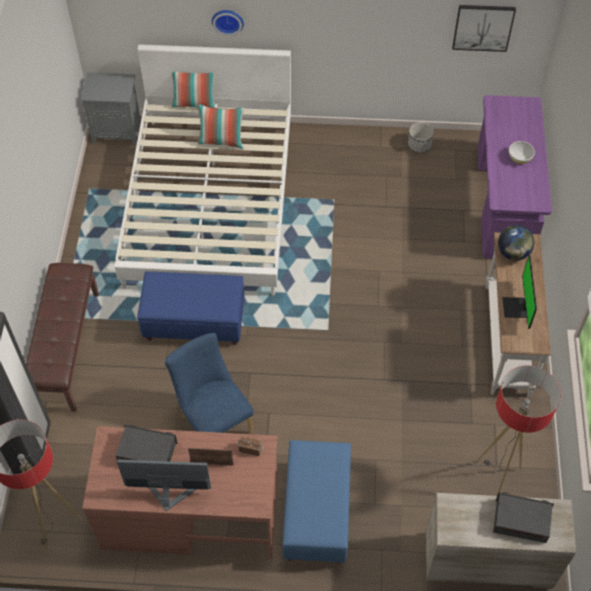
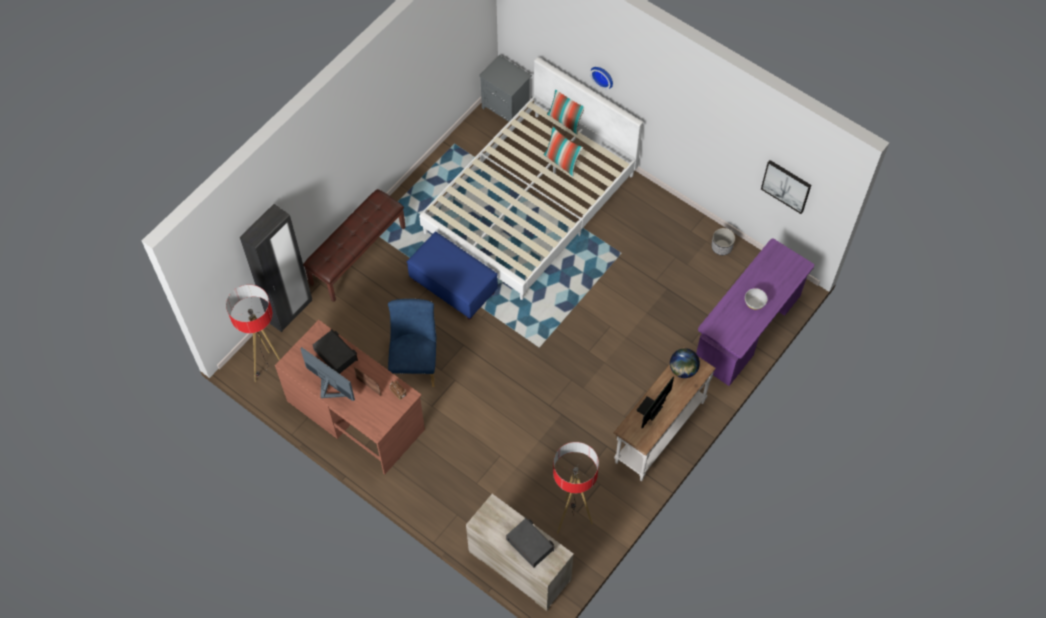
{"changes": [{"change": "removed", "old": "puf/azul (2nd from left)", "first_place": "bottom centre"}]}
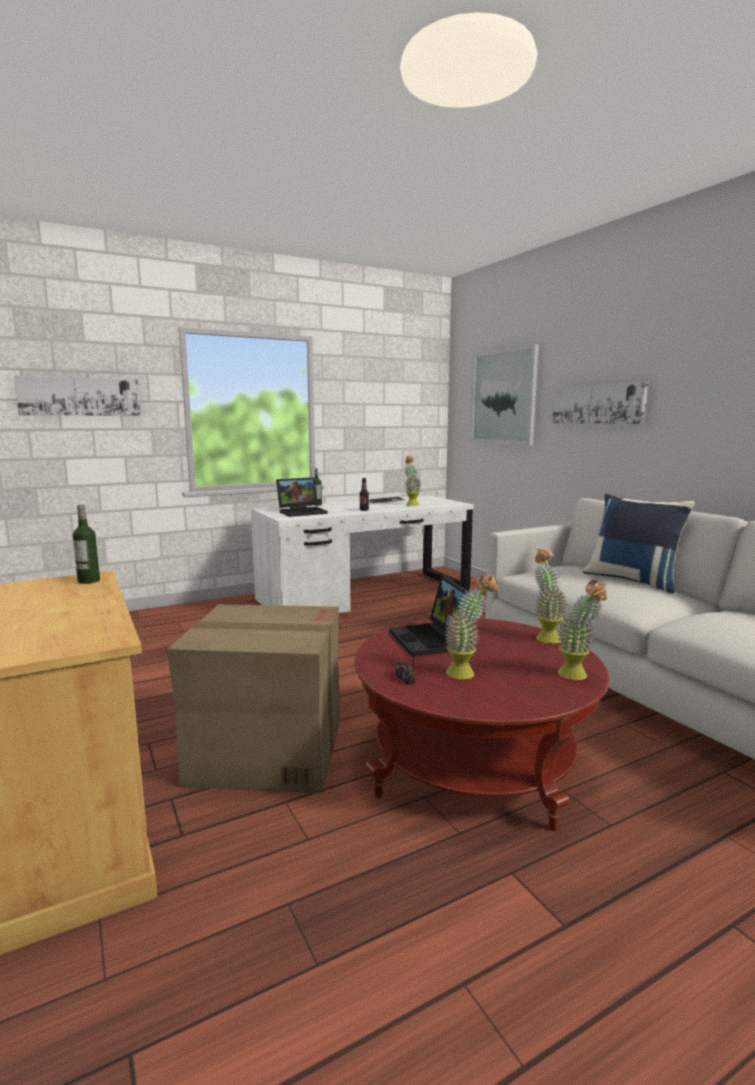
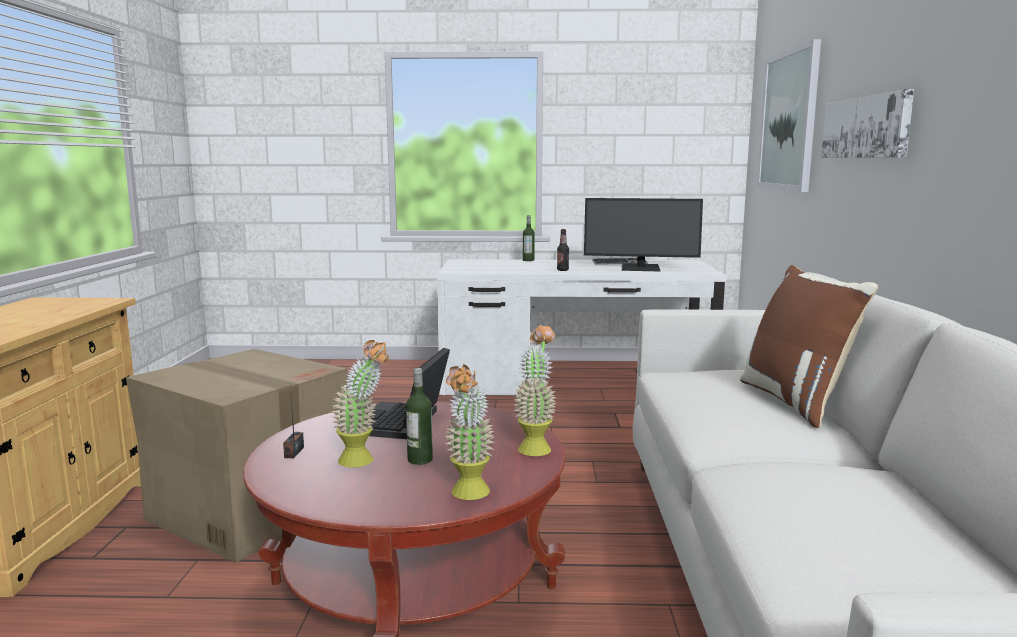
{"changes": [{"change": "removed", "old": "cuadro (1st from left)", "first_place": "middle left"}, {"change": "moved", "old": "botella (1st from left)", "first_place": "middle left", "second_place": "centre"}, {"change": "removed", "old": "portátil (1st from left)", "first_place": "centre"}, {"change": "replaced", "old": "planta en maceta (1st from left)", "new": "monitor", "first_place": "centre", "second_place": "centre"}, {"change": "recoloured", "old": "cojín/azul", "new": "cojín/marrón", "first_place": "middle right", "second_place": "middle right"}]}
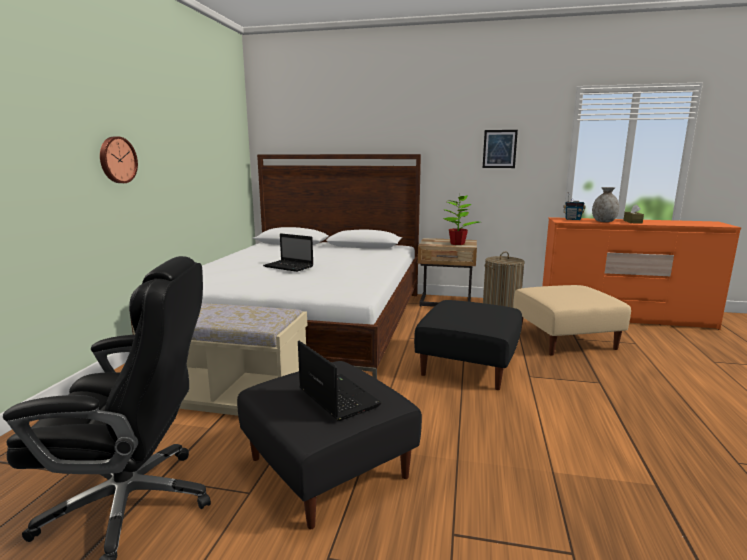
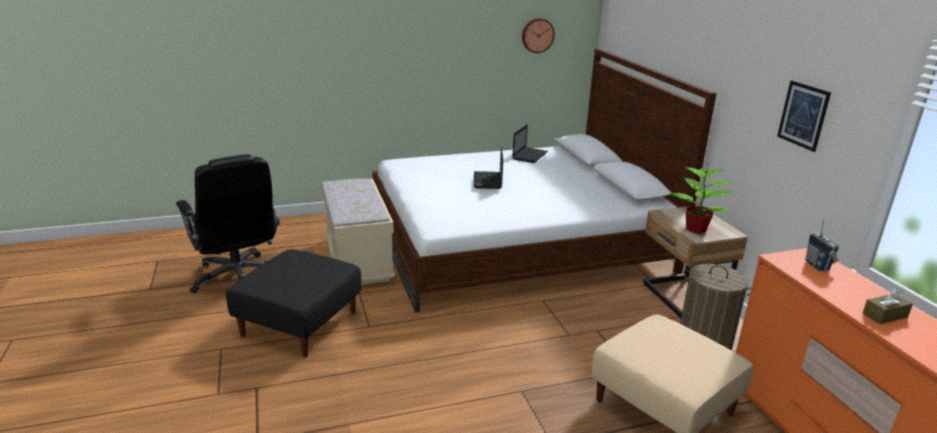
{"changes": [{"change": "moved", "old": "reloj de pared", "first_place": "top left", "second_place": "top centre"}, {"change": "moved", "old": "portátil (2nd from left)", "first_place": "bottom centre", "second_place": "top centre"}, {"change": "removed", "old": "puf/negro (2nd from left)", "first_place": "centre"}, {"change": "removed", "old": "florero/gris", "first_place": "middle right"}]}
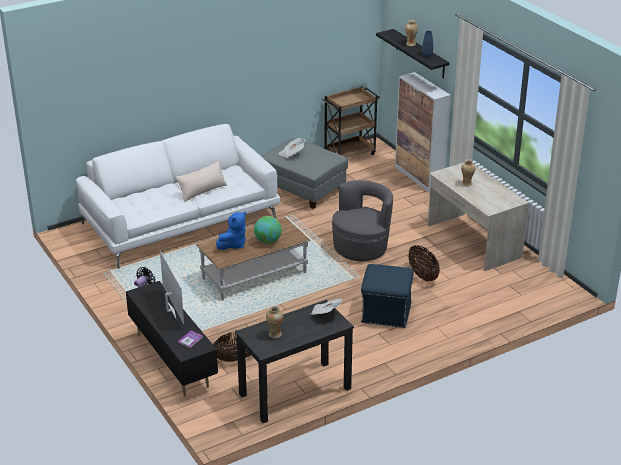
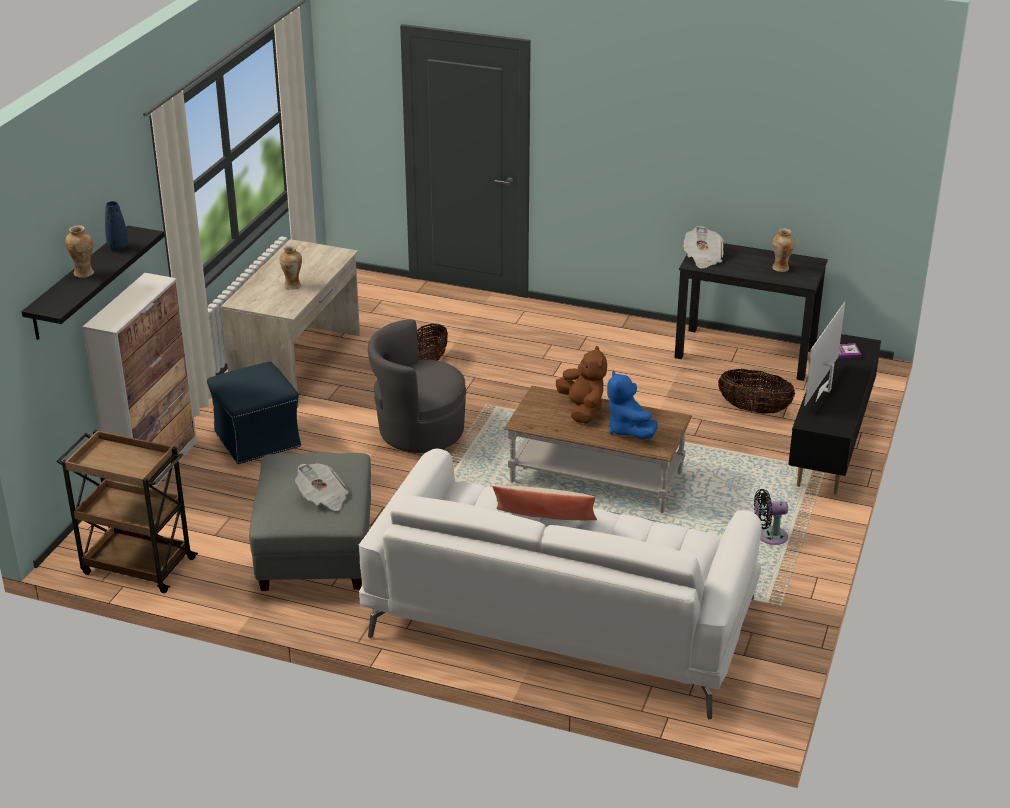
{"changes": [{"change": "turned", "old": "peluche/azul", "first_place": "centre", "second_place": "centre", "degrees": -105}, {"change": "replaced", "old": "globo terráqueo", "new": "peluche/marrón", "first_place": "centre", "second_place": "centre"}, {"change": "moved", "old": "puf/azul", "first_place": "centre", "second_place": "middle left"}]}
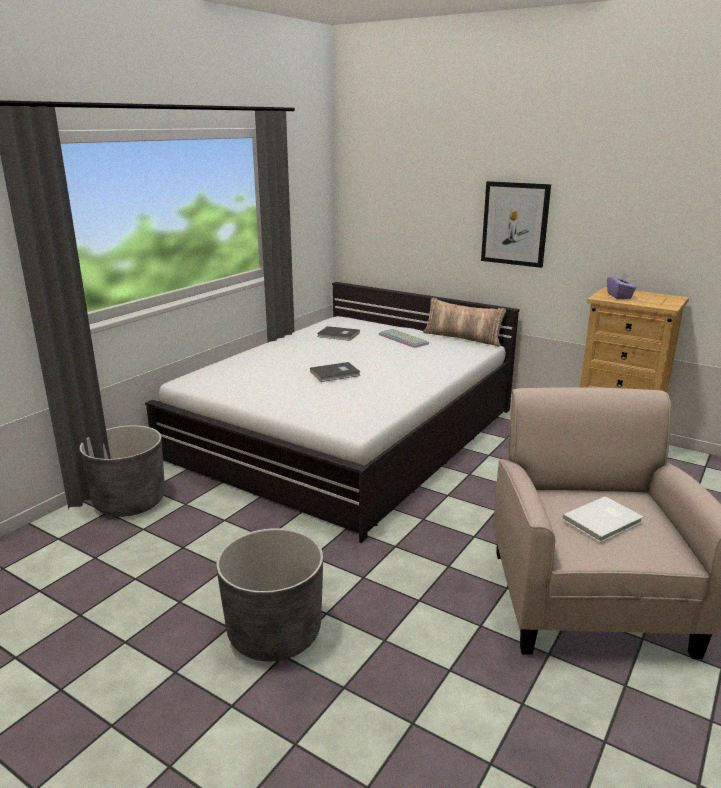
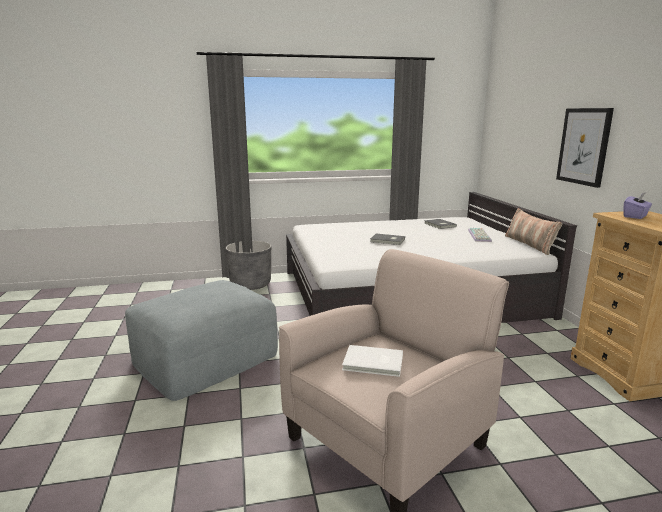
{"changes": [{"change": "replaced", "old": "maceta/gris (2nd from left)", "new": "puf/gris", "first_place": "bottom centre", "second_place": "middle left"}]}
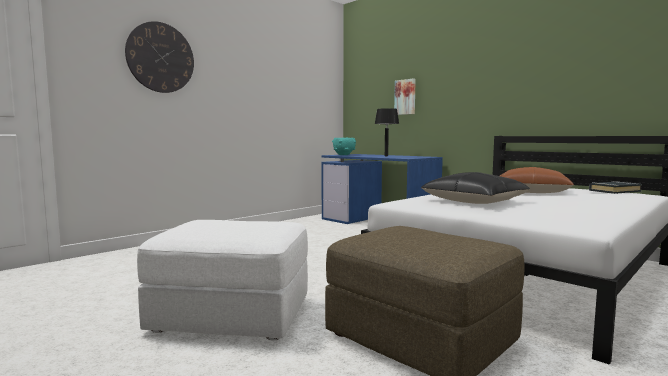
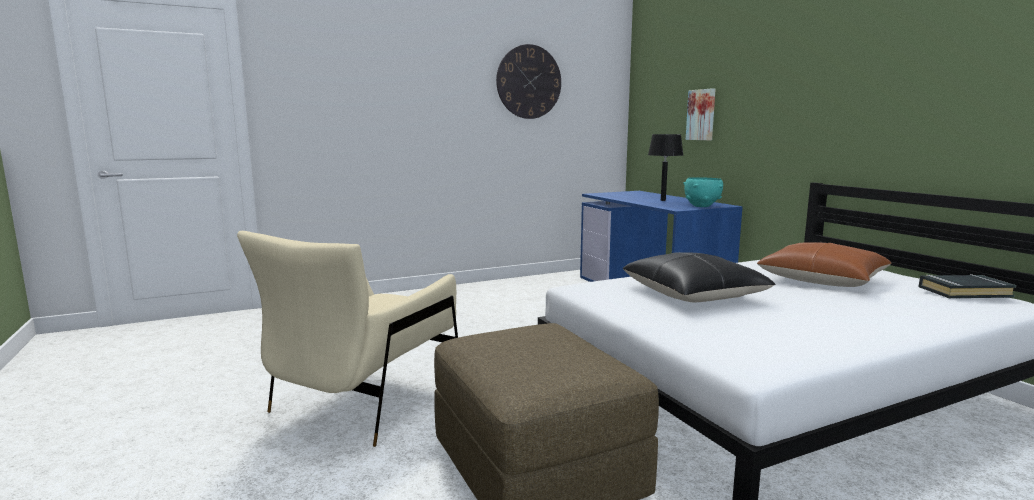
{"changes": [{"change": "moved", "old": "reloj de pared", "first_place": "top left", "second_place": "top centre"}, {"change": "replaced", "old": "puf/blanco", "new": "sillón/beis", "first_place": "bottom left", "second_place": "bottom centre"}, {"change": "moved", "old": "cuenco/turquesa", "first_place": "centre", "second_place": "middle right"}]}
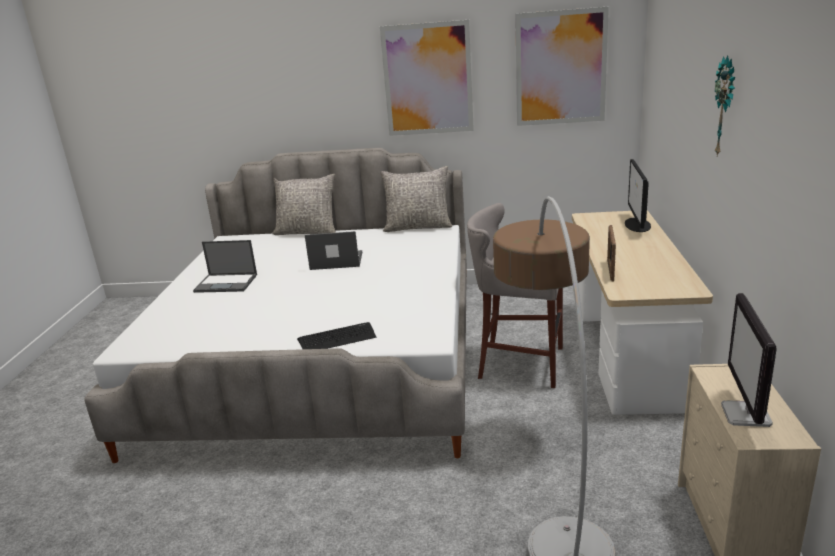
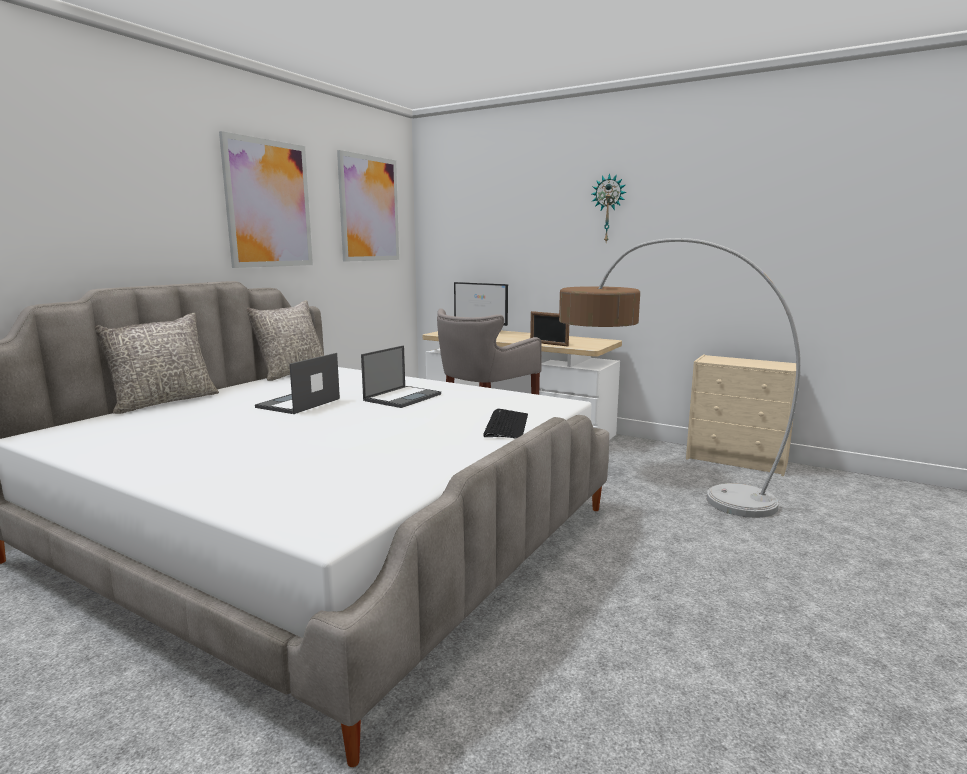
{"changes": [{"change": "moved", "old": "portátil (1st from left in the first image)", "new": "portátil (2nd from left)", "first_place": "middle left", "second_place": "centre"}, {"change": "removed", "old": "monitor (2nd from left)", "first_place": "middle right"}]}
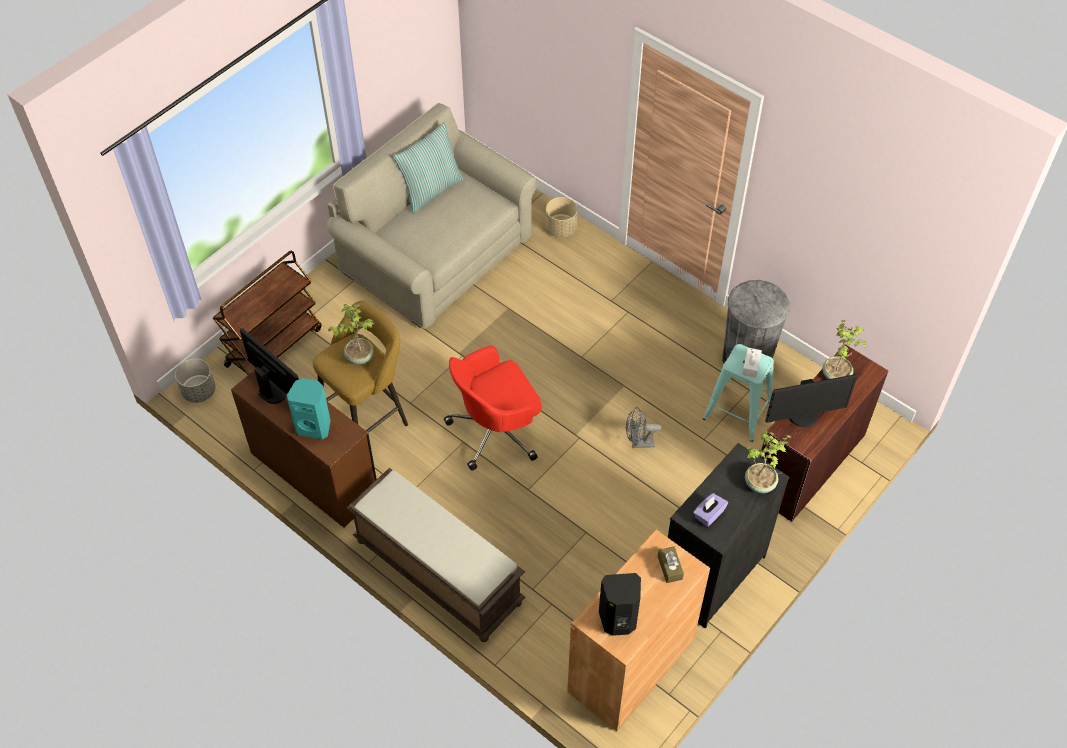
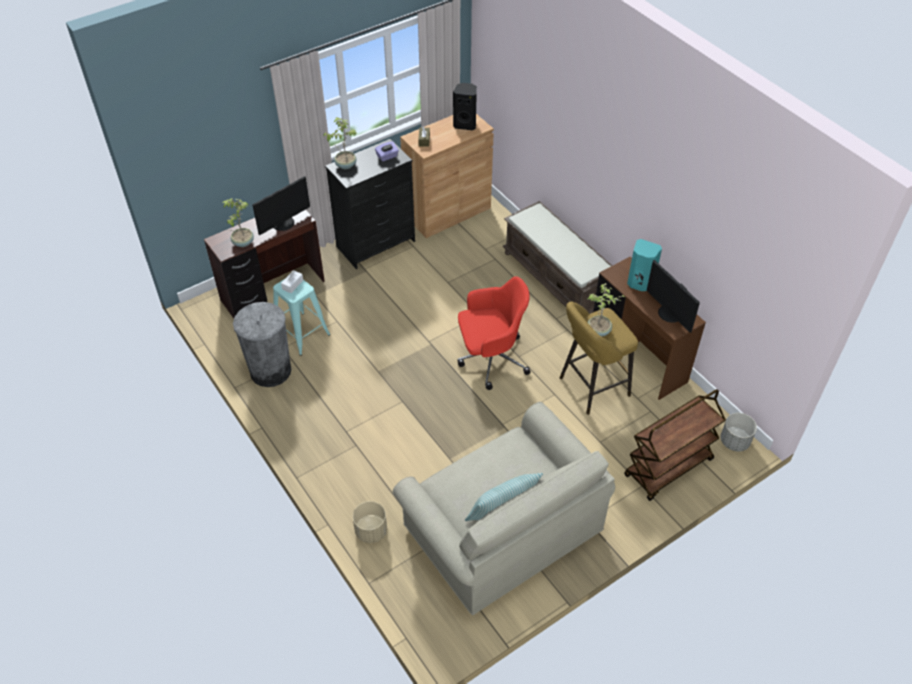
{"changes": [{"change": "removed", "old": "ventilador/gris", "first_place": "centre"}, {"change": "turned", "old": "monitor (2nd from left in the first image)", "first_place": "middle right", "second_place": "top left", "degrees": 135}]}
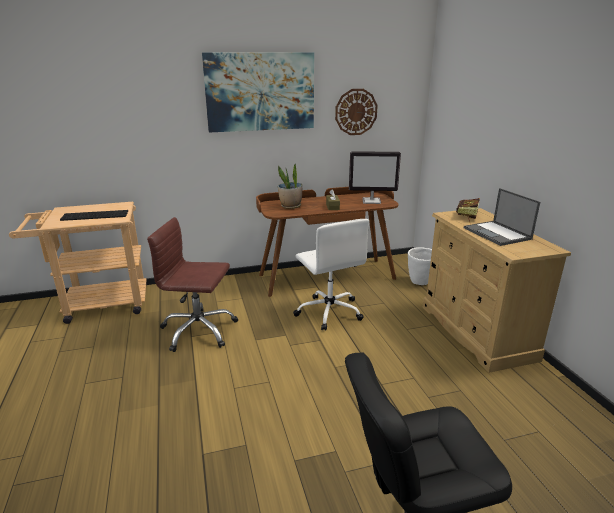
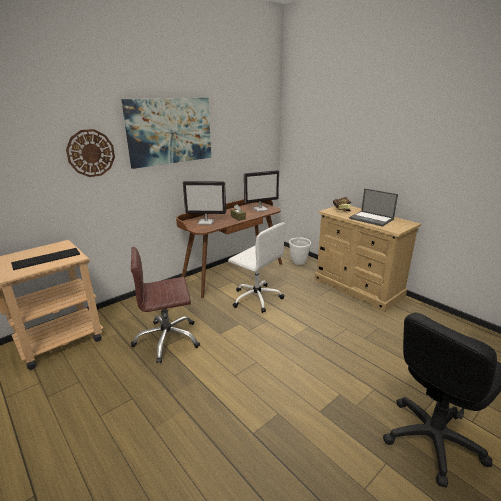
{"changes": [{"change": "replaced", "old": "planta en maceta", "new": "monitor (1st from left)", "first_place": "centre", "second_place": "centre"}, {"change": "moved", "old": "reloj de pared", "first_place": "top centre", "second_place": "top left"}]}
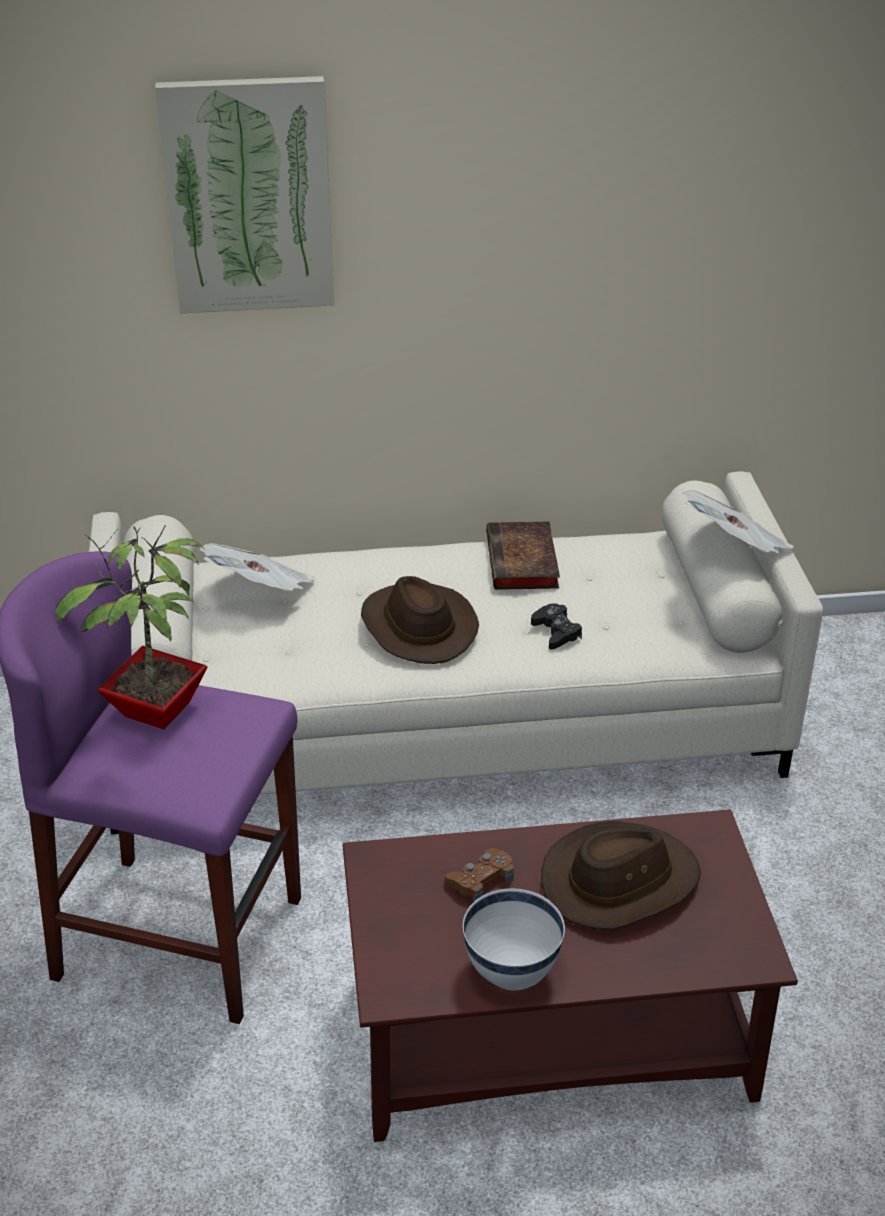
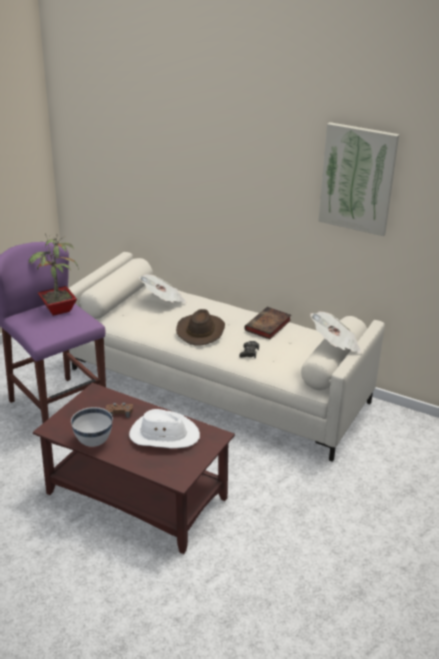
{"changes": [{"change": "moved", "old": "cuadro", "first_place": "top left", "second_place": "top right"}, {"change": "recoloured", "old": "sombrero/marrón (2nd from left)", "new": "sombrero/blanco", "first_place": "bottom right", "second_place": "centre"}]}
